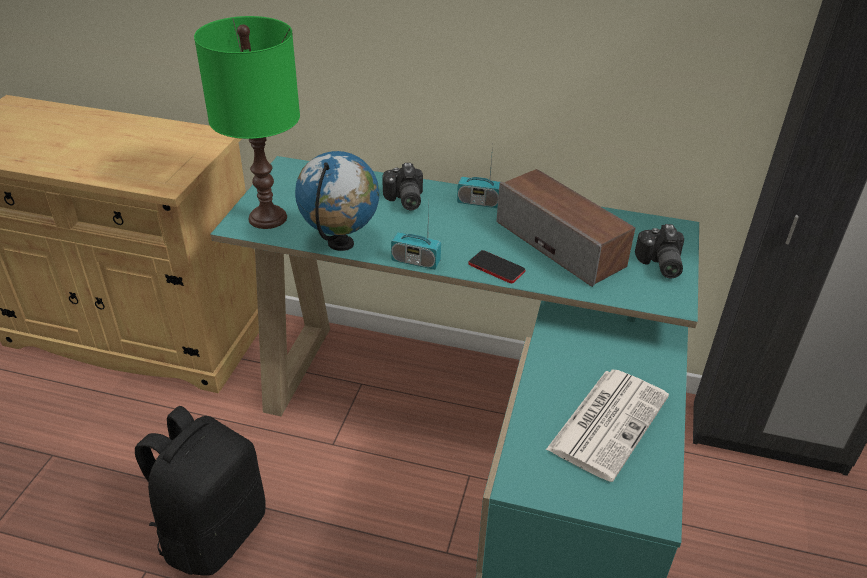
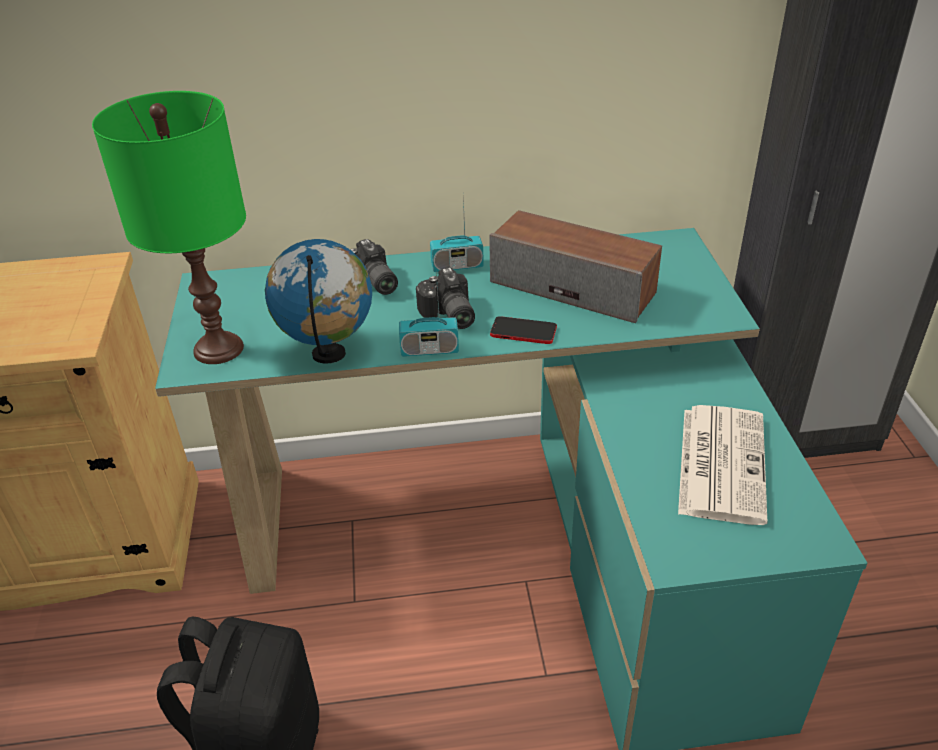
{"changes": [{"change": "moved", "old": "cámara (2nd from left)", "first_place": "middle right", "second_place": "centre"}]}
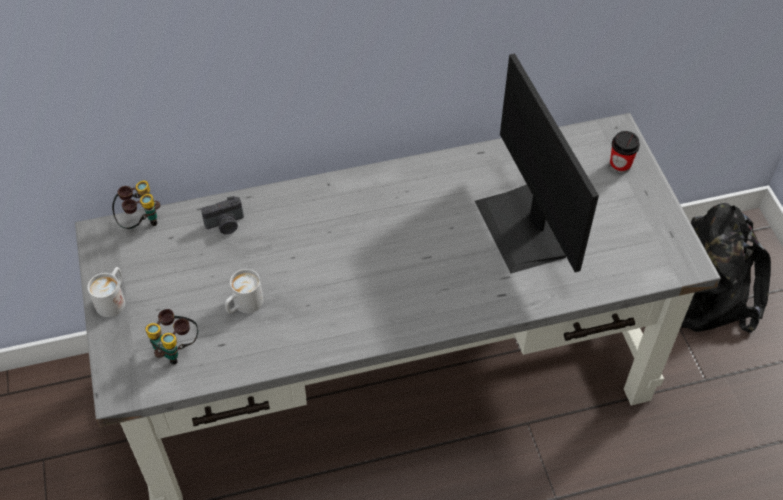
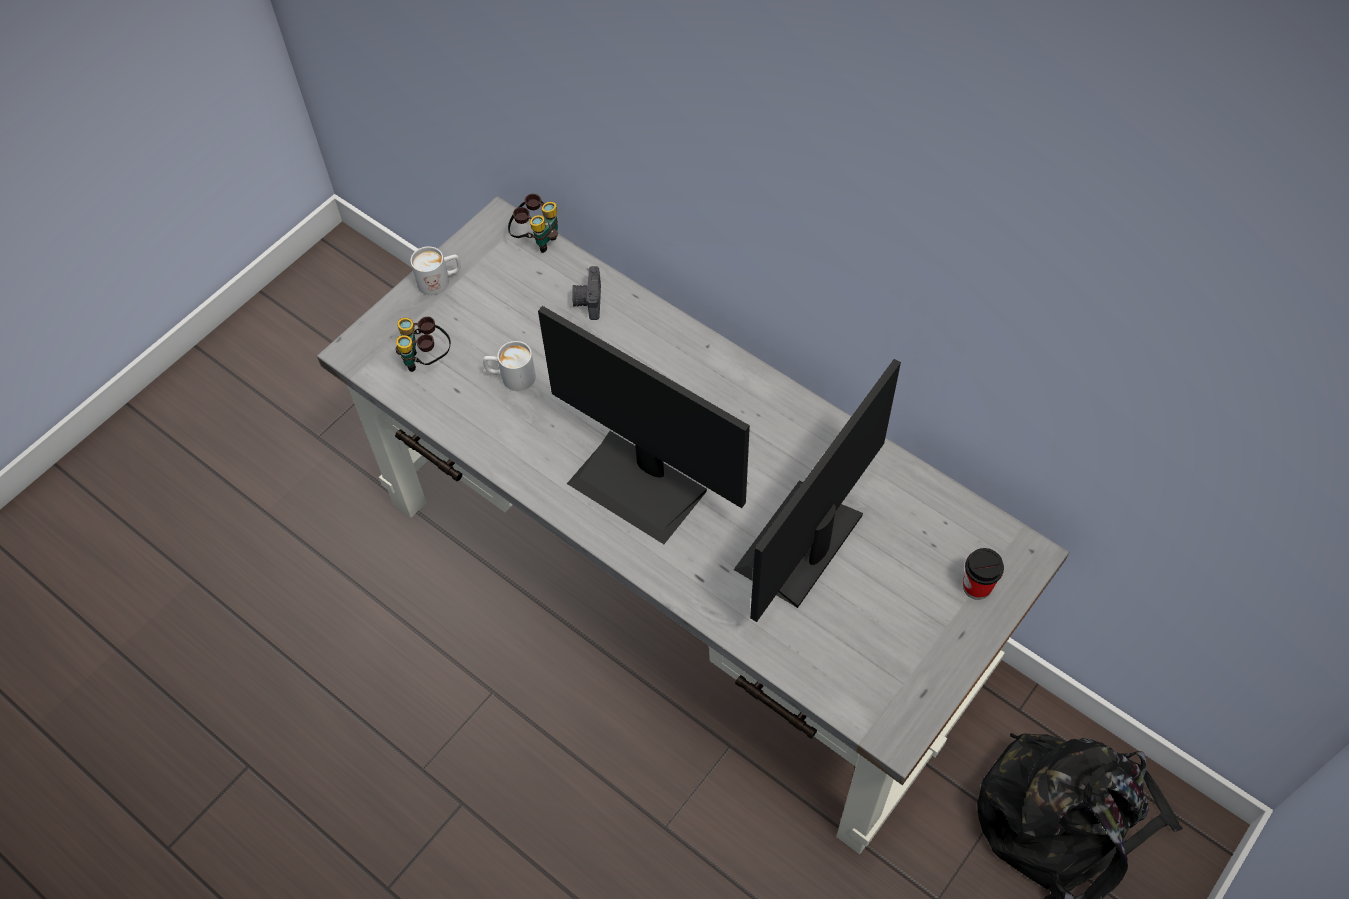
{"changes": [{"change": "turned", "old": "cámara", "first_place": "middle left", "second_place": "top centre", "degrees": 60}, {"change": "added", "new": "monitor (1st from left)", "second_place": "centre"}]}
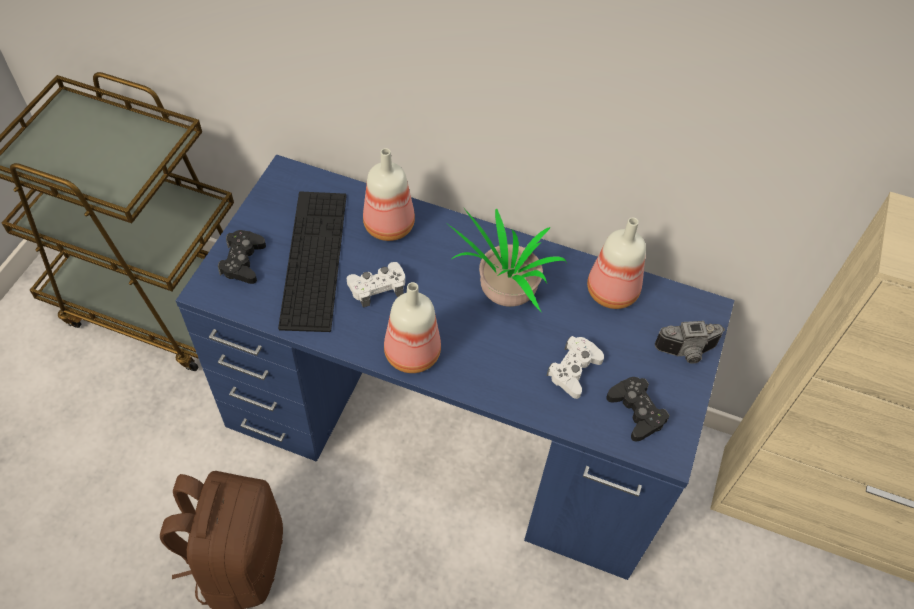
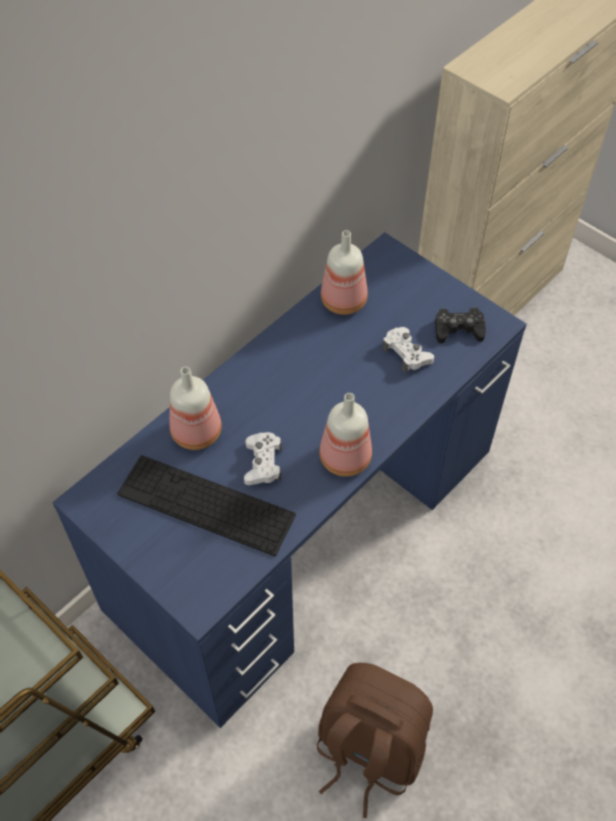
{"changes": [{"change": "removed", "old": "mando de consola/negro (1st from left)", "first_place": "middle left"}, {"change": "removed", "old": "planta en maceta", "first_place": "centre"}, {"change": "removed", "old": "cámara", "first_place": "middle right"}]}
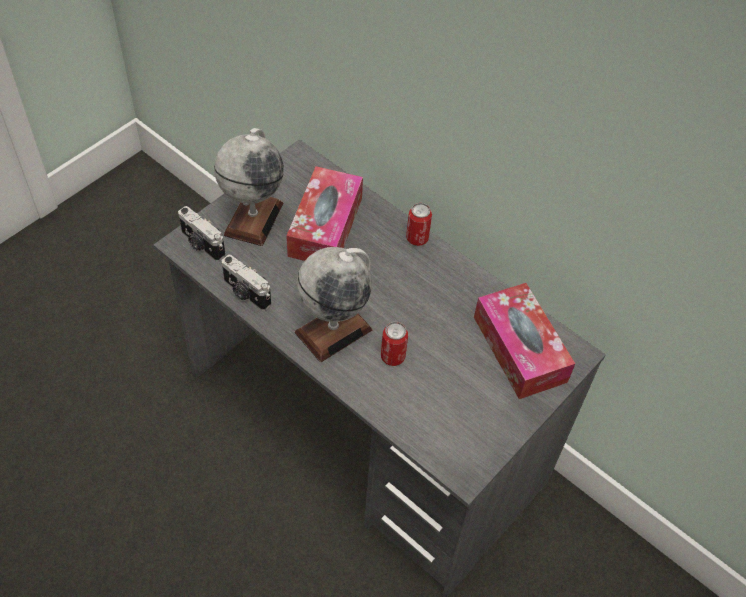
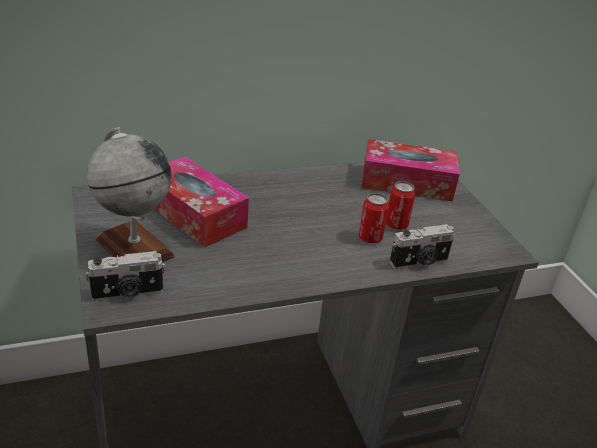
{"changes": [{"change": "moved", "old": "cámara (2nd from left)", "first_place": "middle left", "second_place": "middle right"}, {"change": "removed", "old": "globo terráqueo (2nd from left)", "first_place": "centre"}, {"change": "moved", "old": "lata (2nd from left)", "first_place": "centre", "second_place": "middle right"}]}
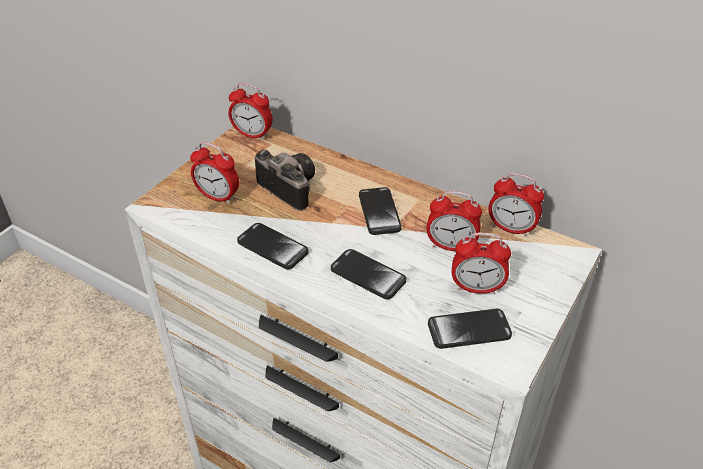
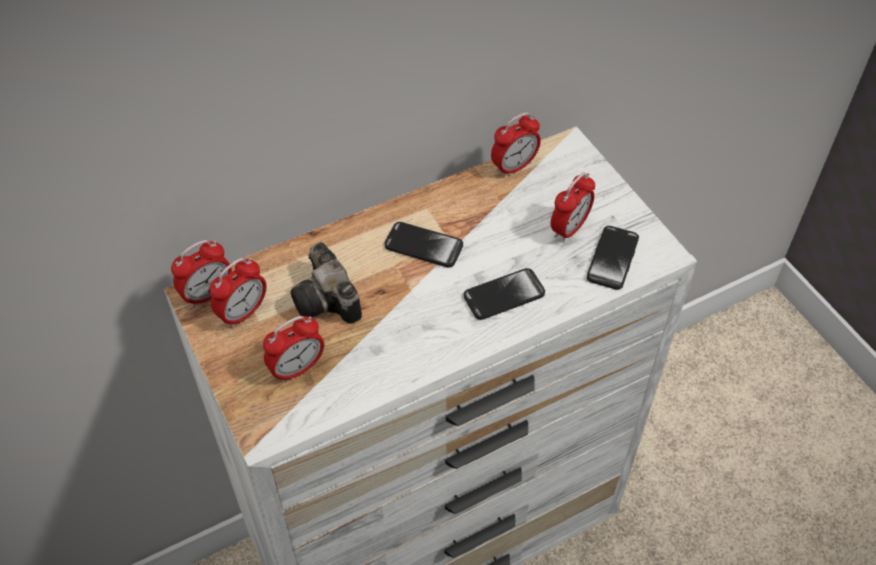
{"changes": [{"change": "removed", "old": "móvil (1st from left)", "first_place": "centre"}, {"change": "turned", "old": "cámara", "first_place": "centre", "second_place": "centre", "degrees": -105}, {"change": "moved", "old": "despertador (3rd from left in the first image)", "new": "despertador (2nd from left)", "first_place": "centre", "second_place": "middle left"}]}
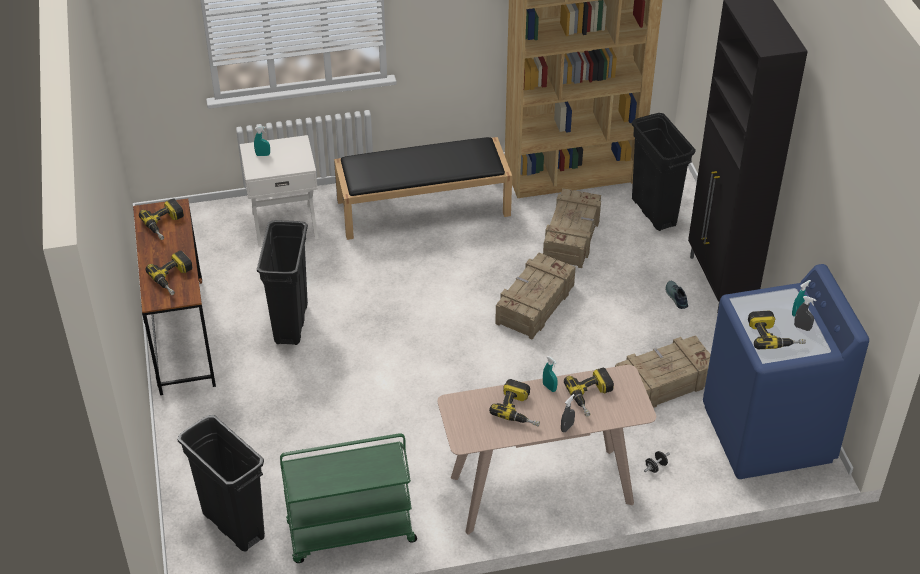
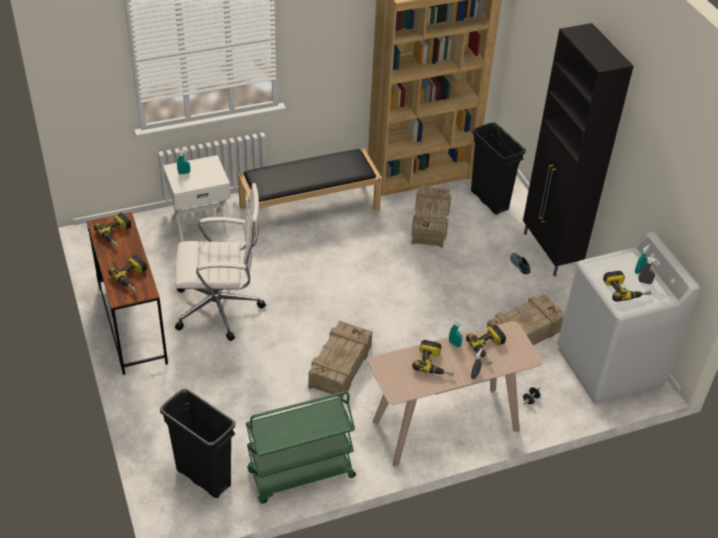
{"changes": [{"change": "replaced", "old": "papelera/negro (2nd from left)", "new": "silla de oficina/blanco", "first_place": "middle left", "second_place": "middle left"}, {"change": "moved", "old": "caja de embalaje (1st from left)", "first_place": "centre", "second_place": "bottom centre"}, {"change": "recoloured", "old": "lavadora/azul", "new": "lavadora/blanco", "first_place": "middle right", "second_place": "middle right"}]}
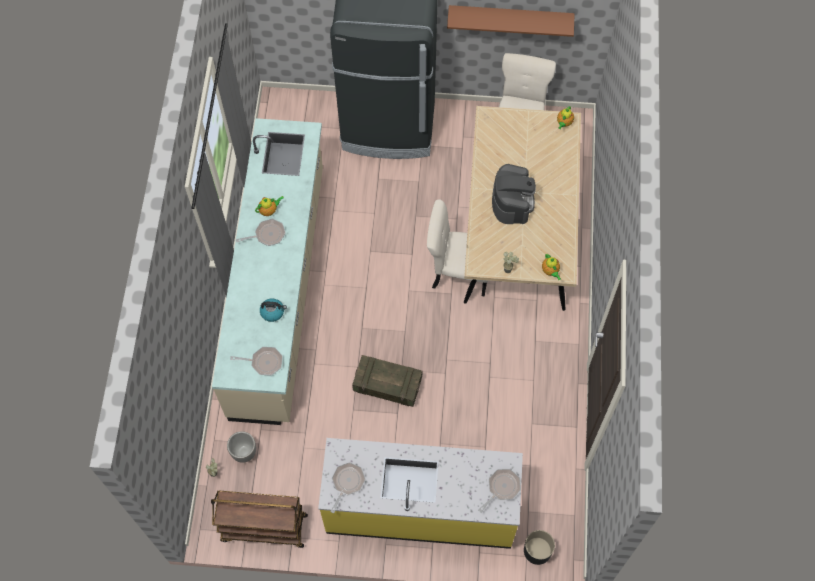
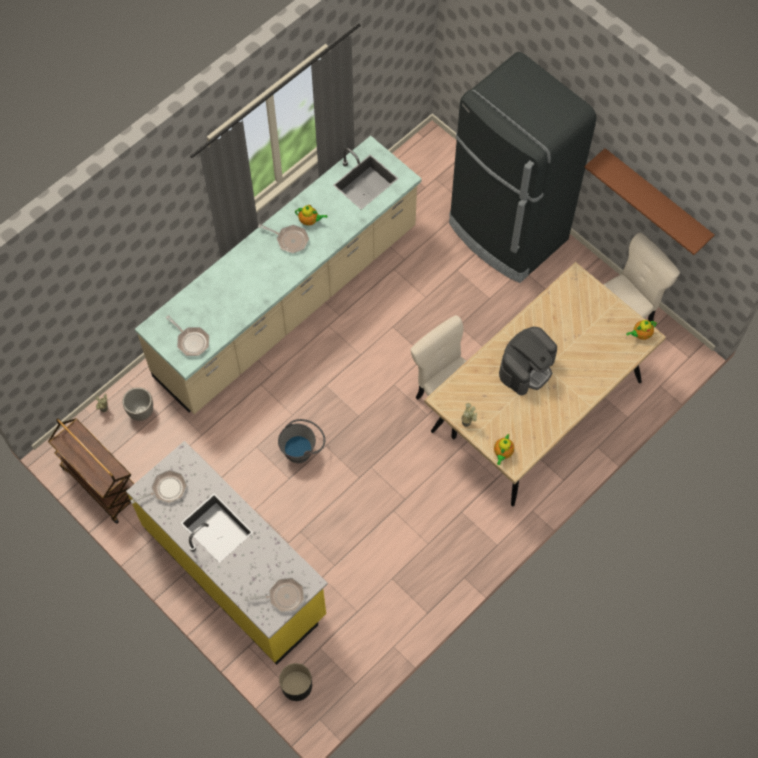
{"changes": [{"change": "removed", "old": "hervidor", "first_place": "centre"}, {"change": "replaced", "old": "caja de embalaje", "new": "cubo/gris", "first_place": "centre", "second_place": "centre"}]}
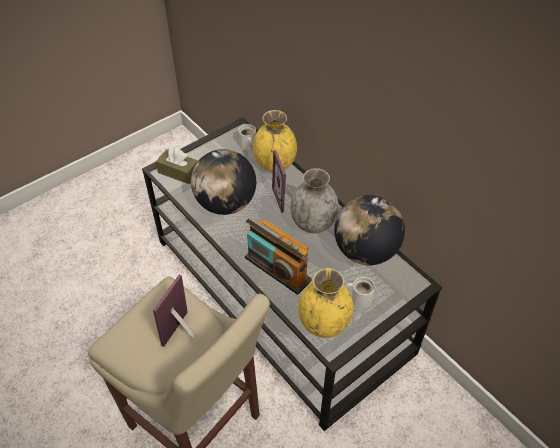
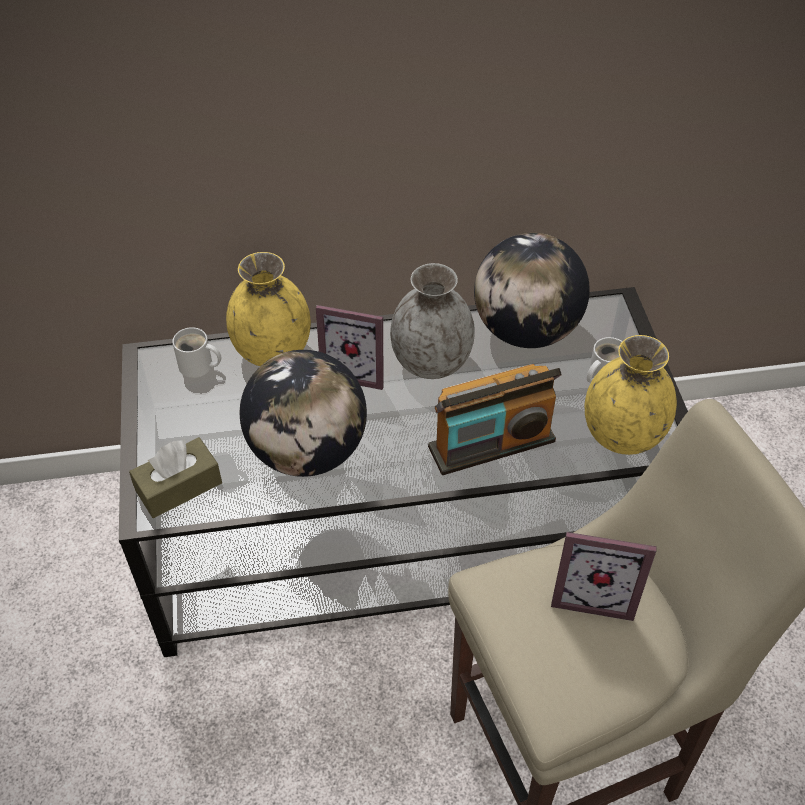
{"changes": [{"change": "turned", "old": "portarretratos (1st from left in the first image)", "first_place": "bottom left", "second_place": "bottom right", "degrees": -45}]}
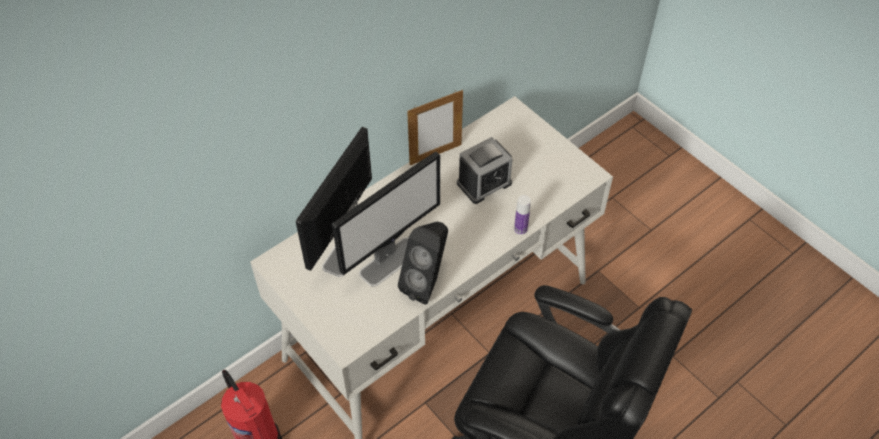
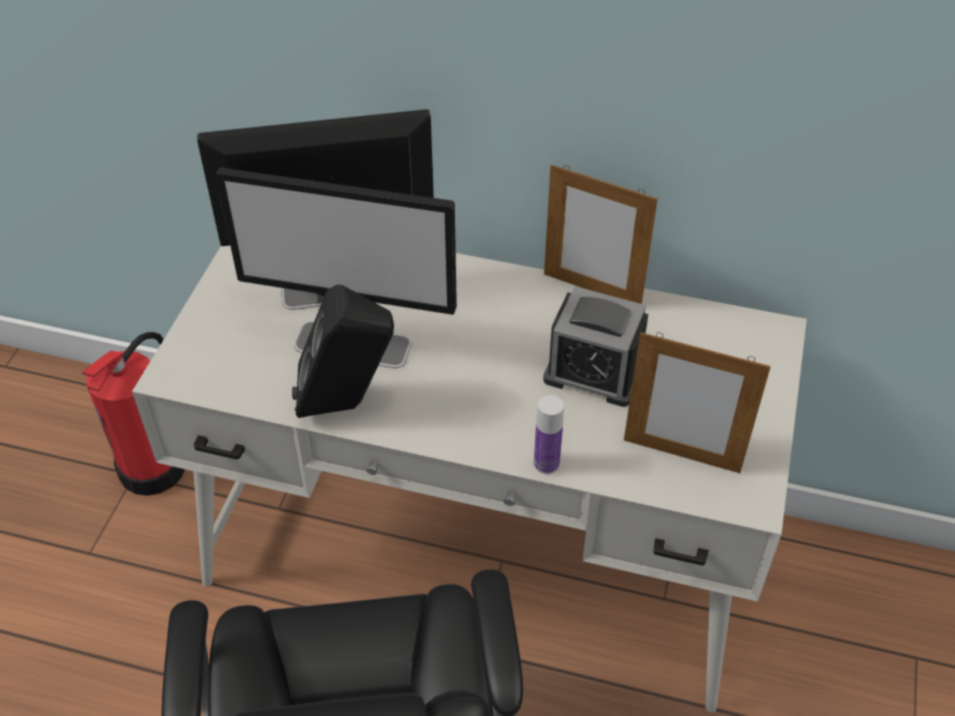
{"changes": [{"change": "added", "new": "portarretratos (2nd from left)", "second_place": "middle right"}]}
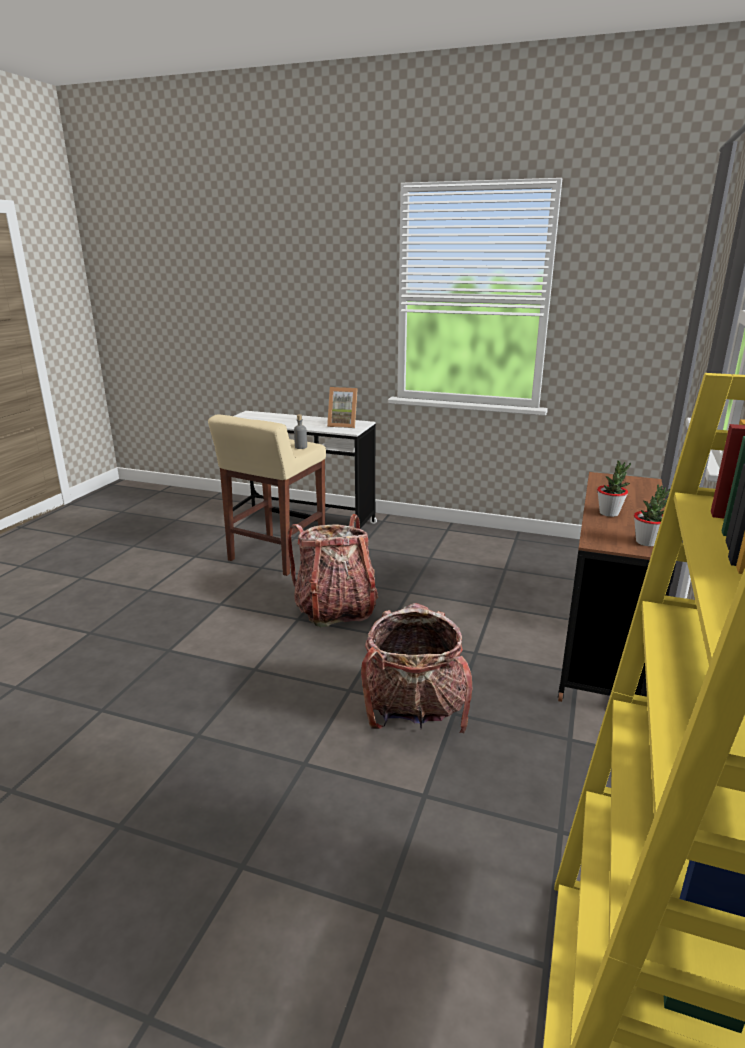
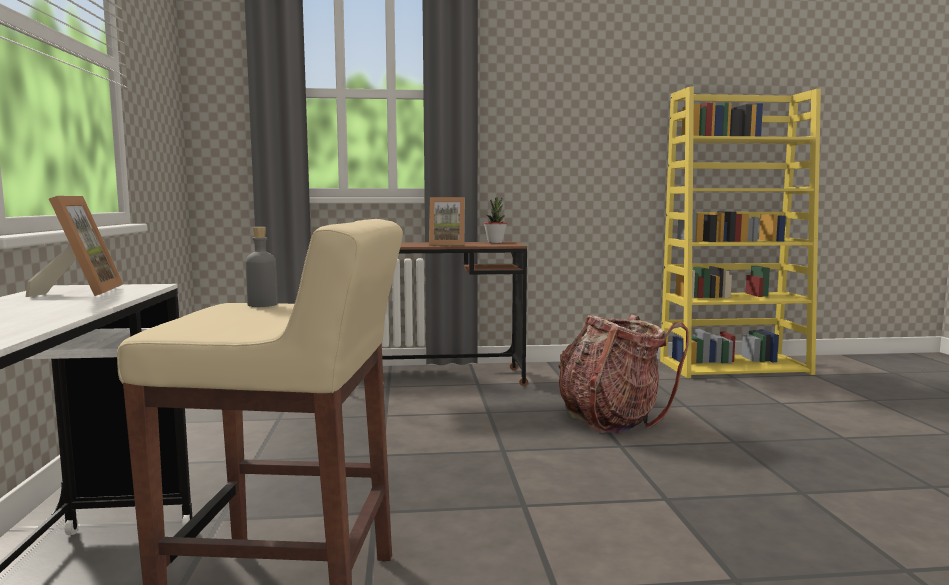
{"changes": [{"change": "removed", "old": "mochila (1st from left)", "first_place": "centre"}, {"change": "replaced", "old": "planta en maceta (1st from left)", "new": "portarretratos (2nd from left)", "first_place": "middle right", "second_place": "centre"}]}
